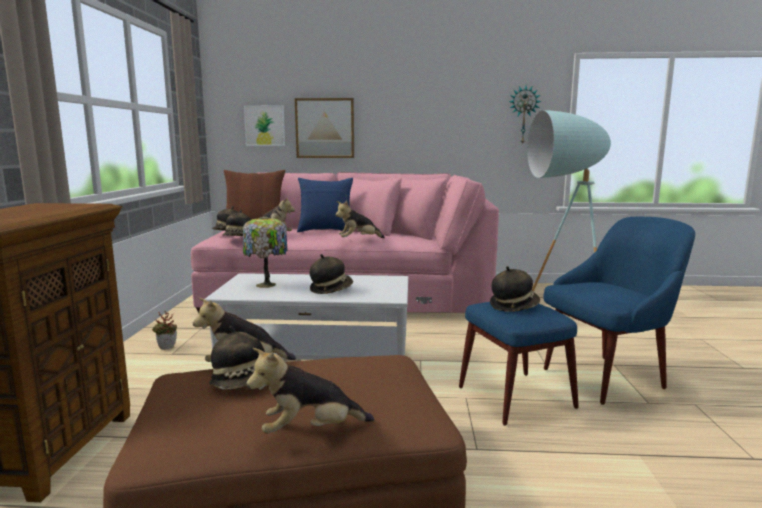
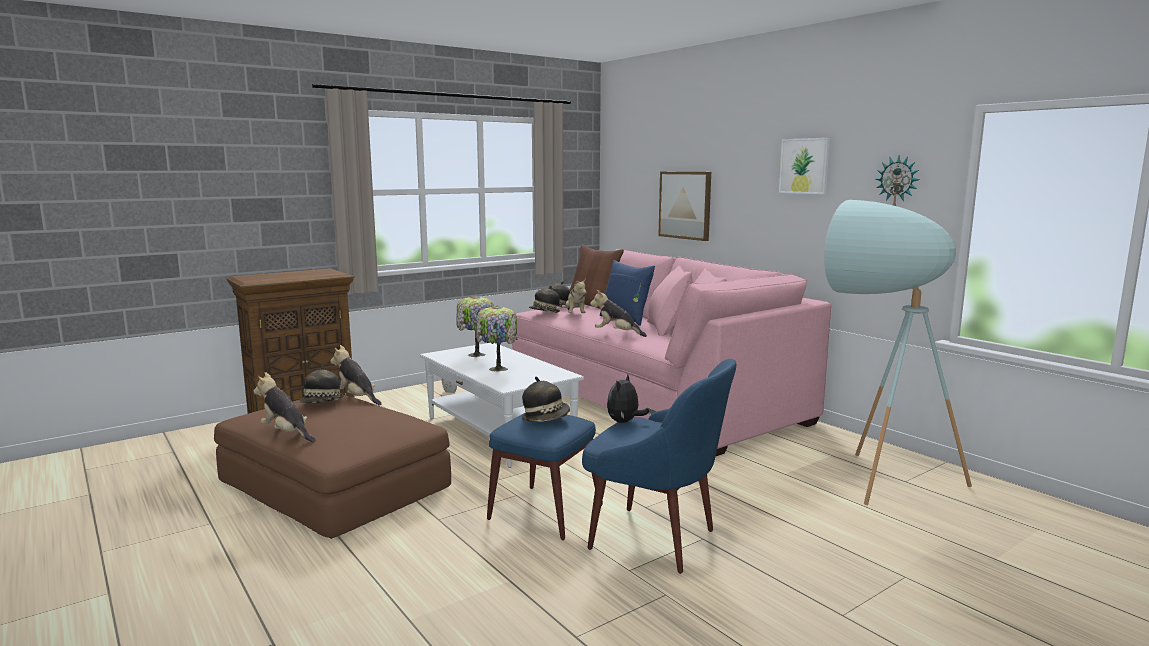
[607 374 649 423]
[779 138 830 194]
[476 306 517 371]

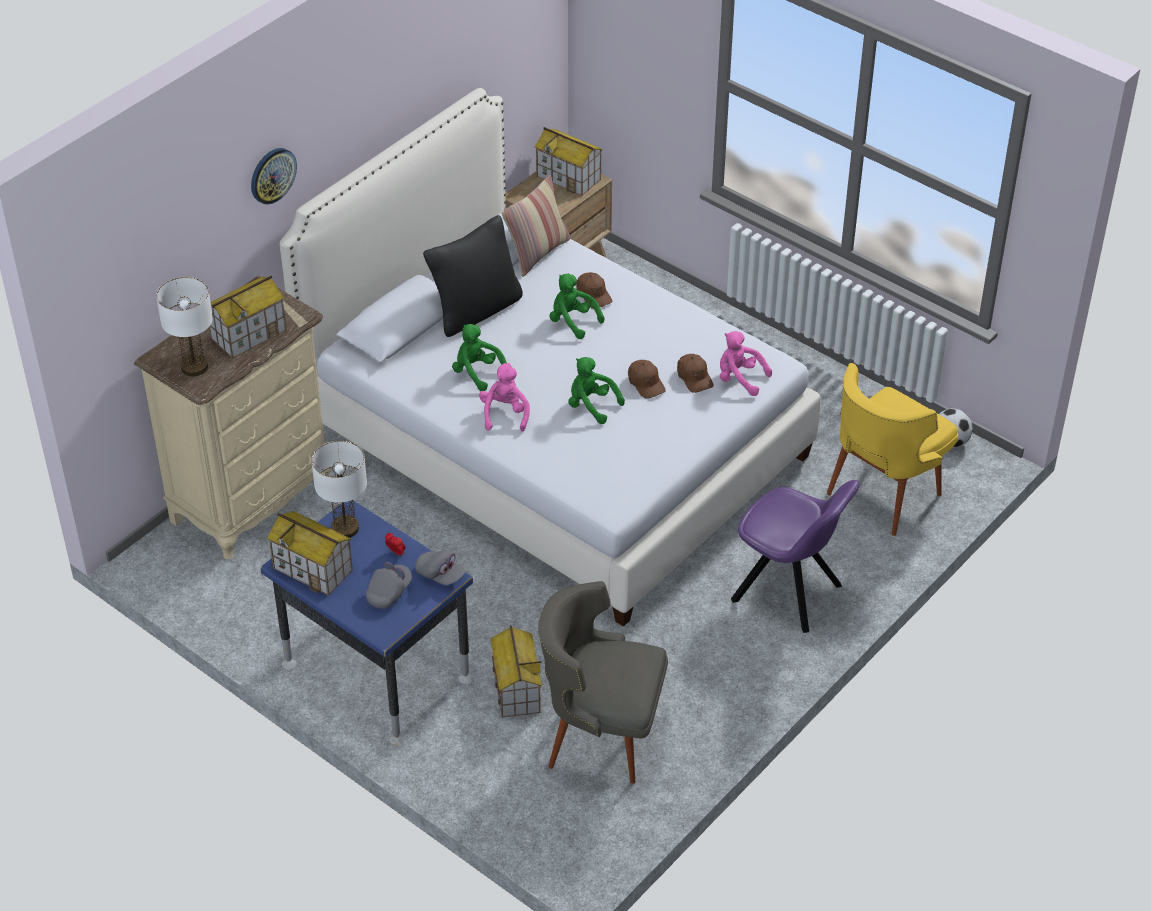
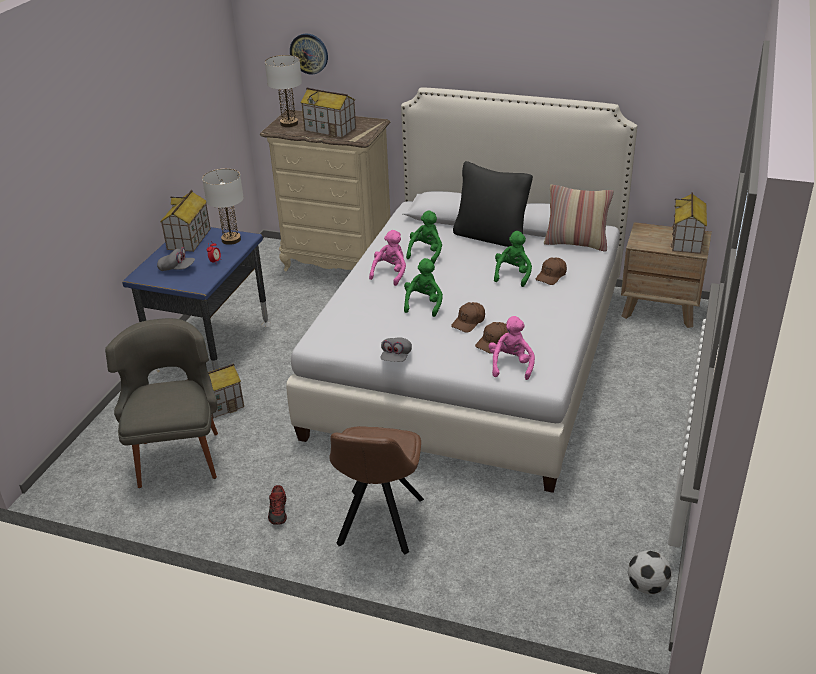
[827 363 958 536] (first image)
[268 485 287 525]
[290 33 328 75]
[380 337 412 362]
[329 426 424 554]
[369 230 406 286]

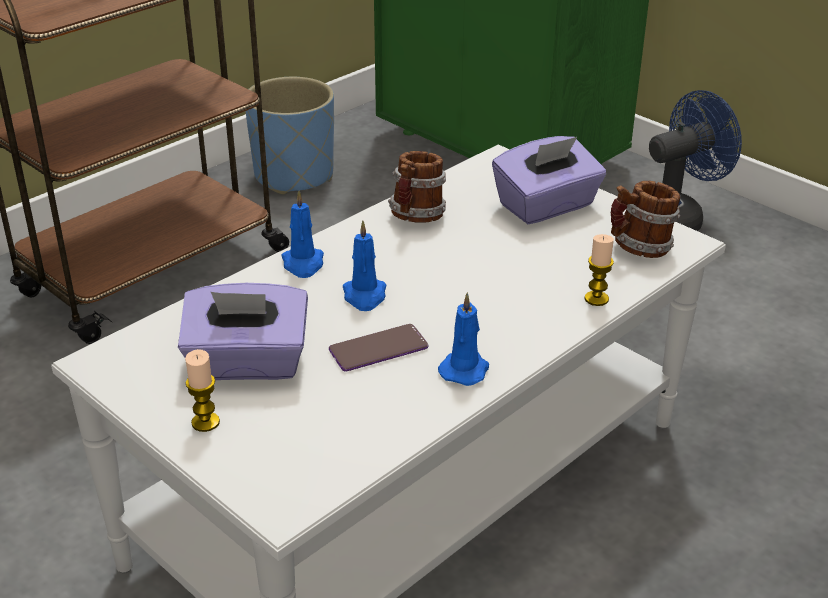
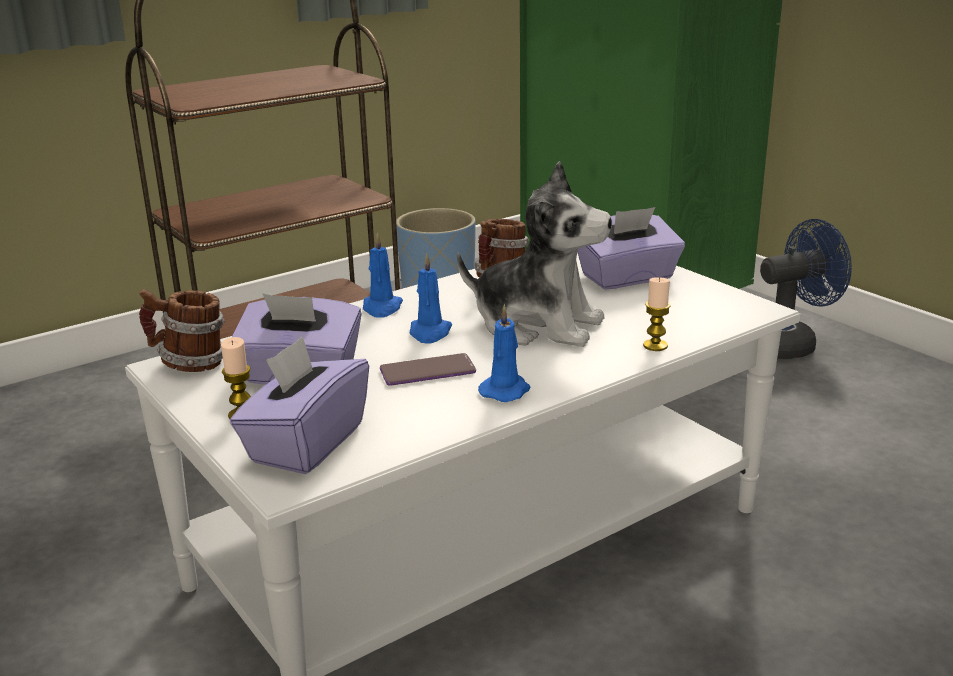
[230 336 369 474]
[457 161 612 347]
[139 289 225 372]

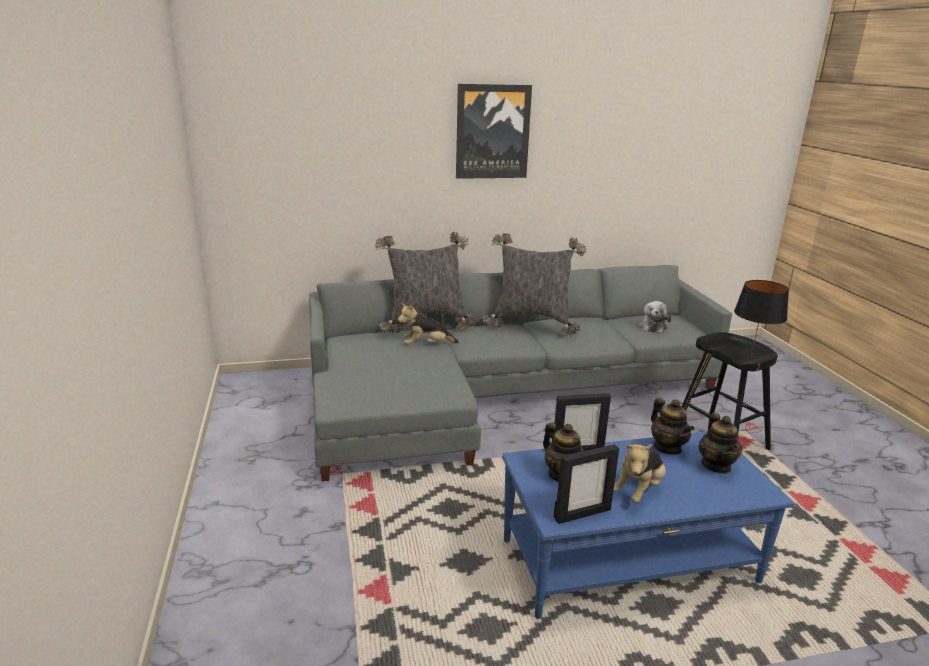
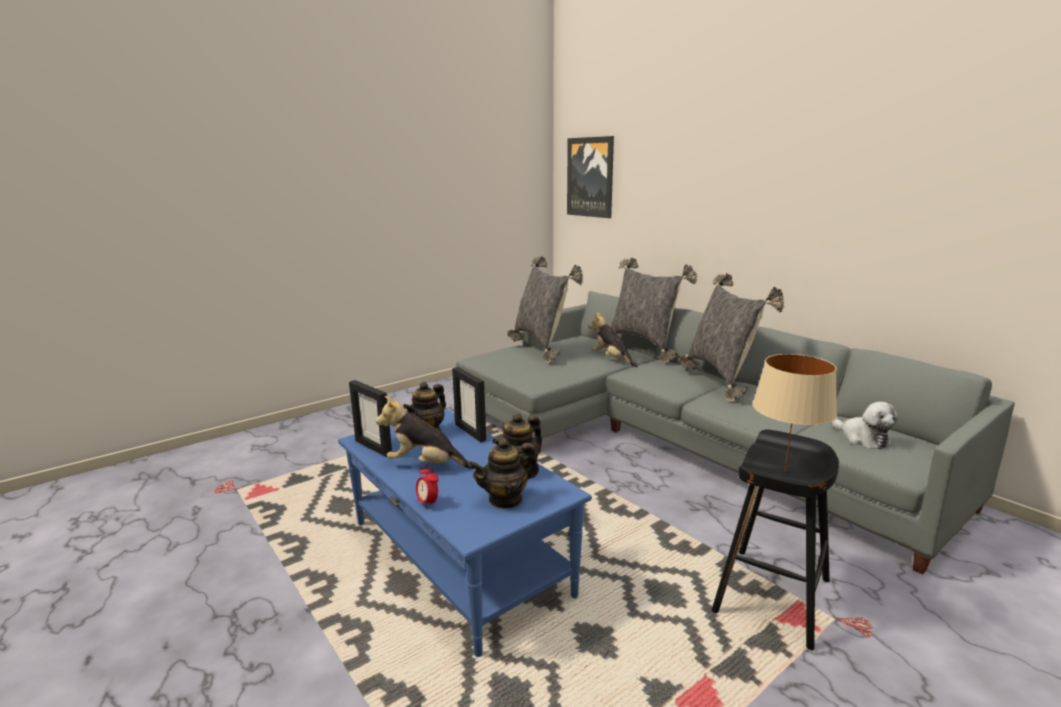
[416 464 439 509]
[507 256 583 363]
[567 136 614 218]
[753 354 837 471]
[831 402 898 449]

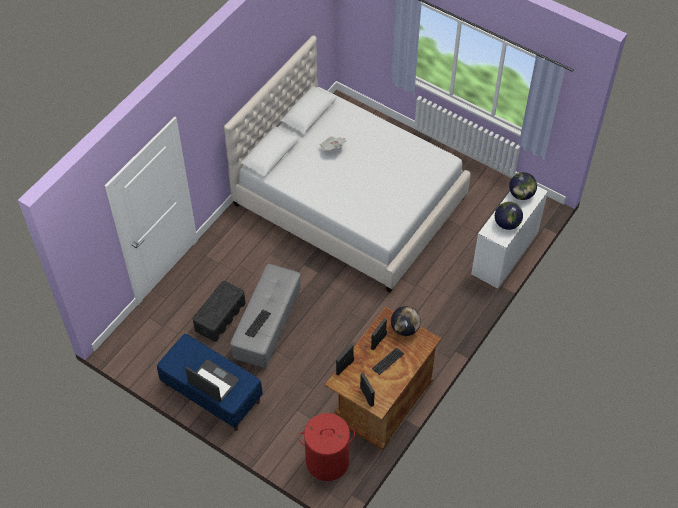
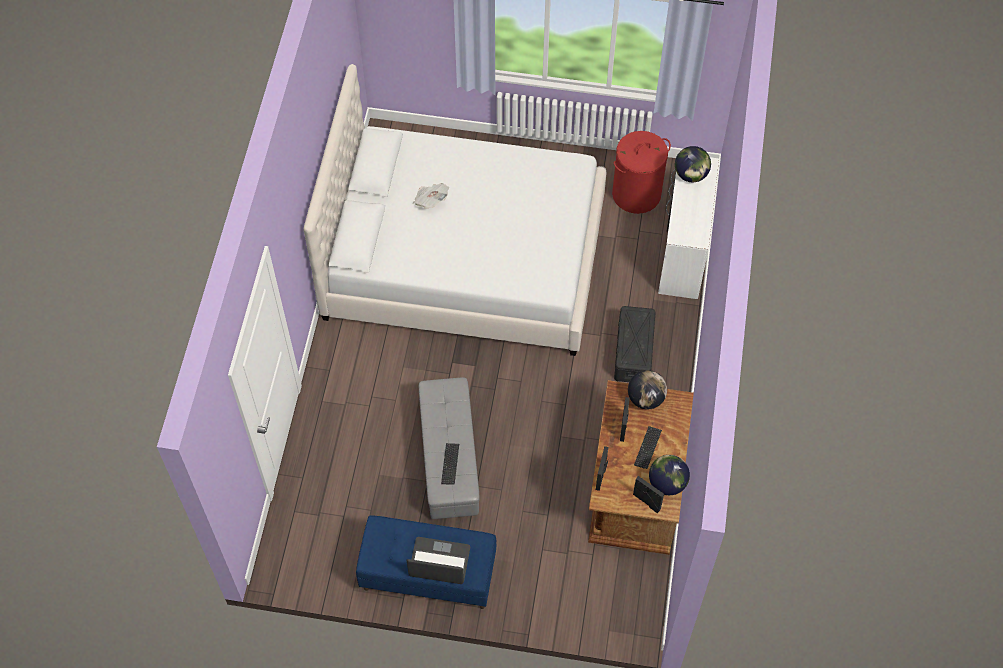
[614 306 655 382]
[612 131 671 214]
[649 455 690 495]

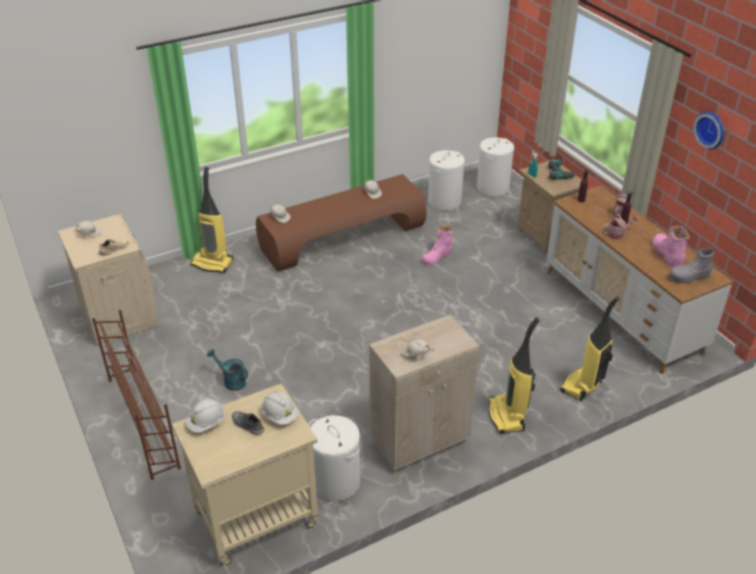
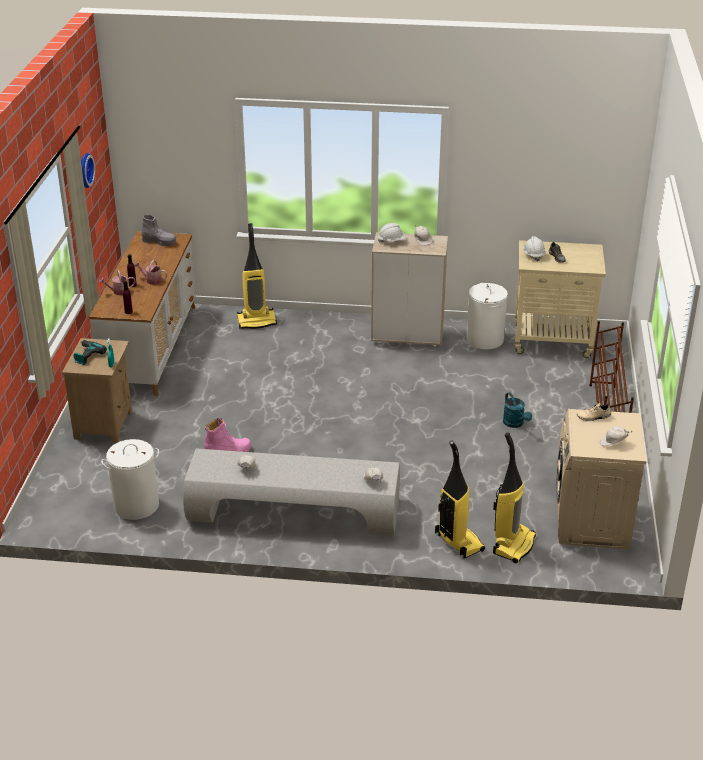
[477 137 514 196] (first image)
[652 226 690 267] (first image)
[378 223 406 243]
[493 432 536 563]
[183 448 400 536]

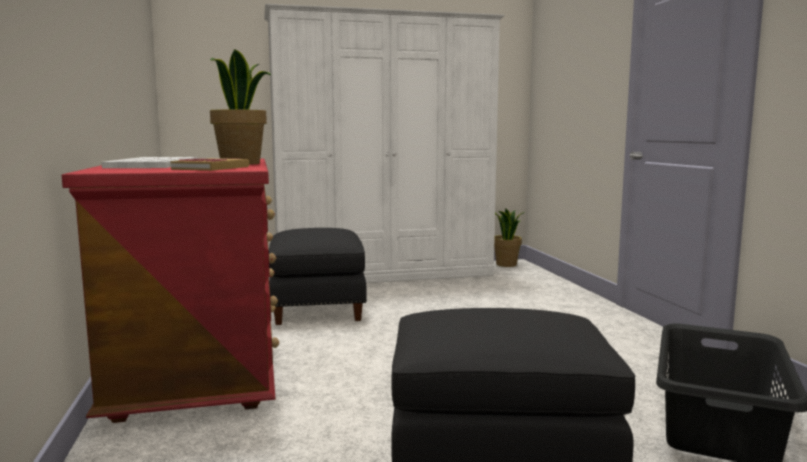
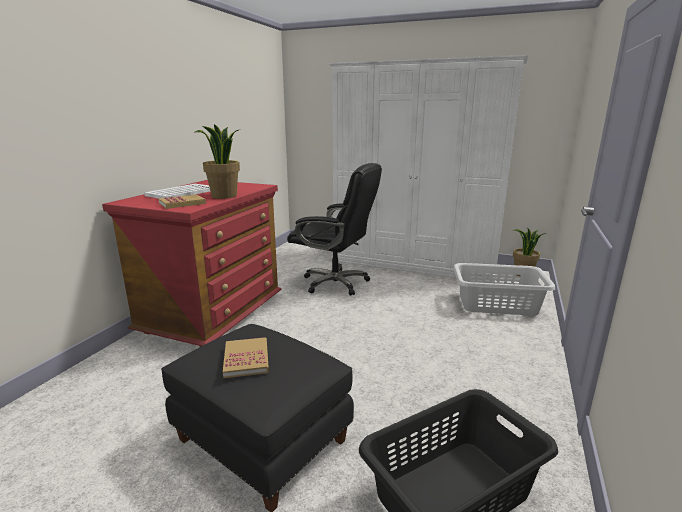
[223 337 269 378]
[453 263 555 316]
[287 163 382 296]

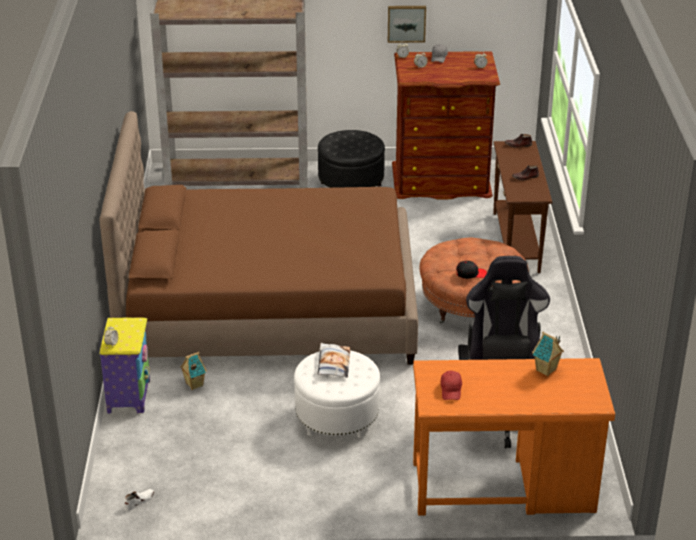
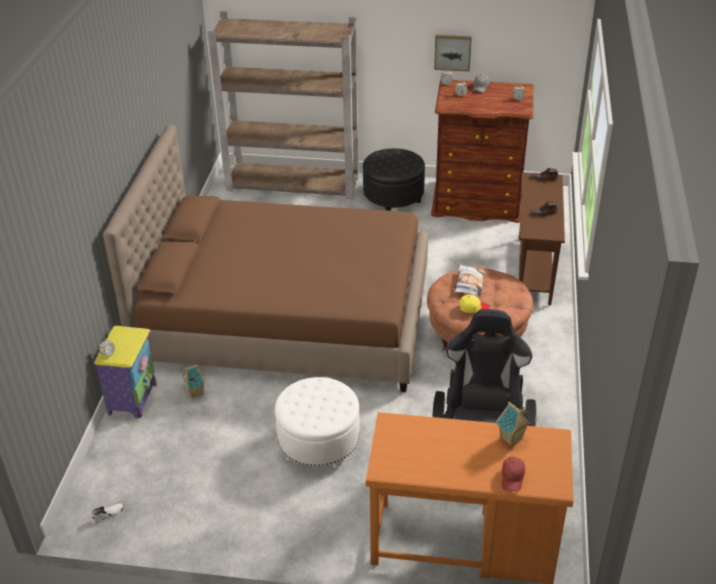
[454 265 485 297]
[502 456 525 491]
[459 295 490 313]

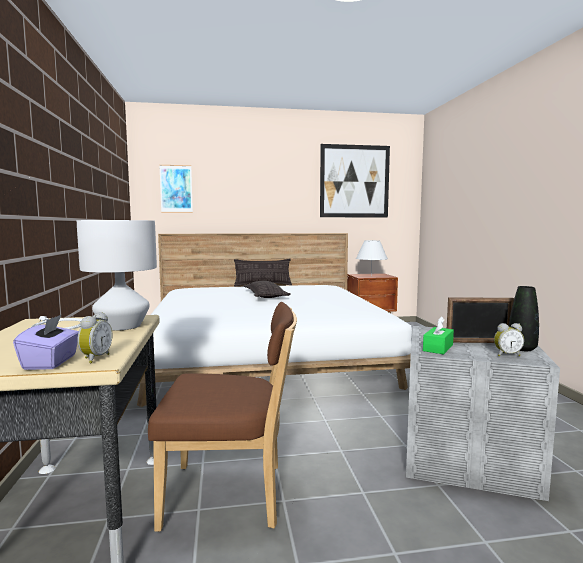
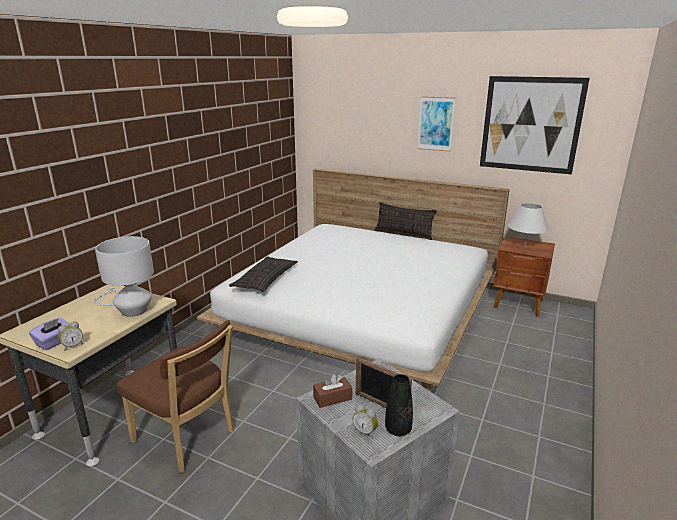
[418 96 455 152]
[229 256 298 292]
[313 374 352 408]

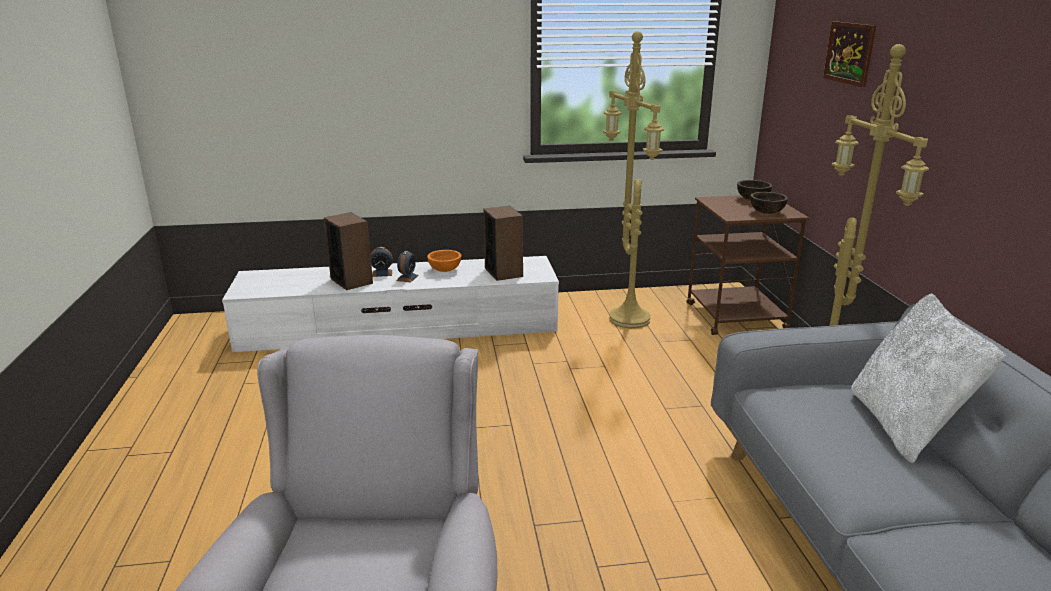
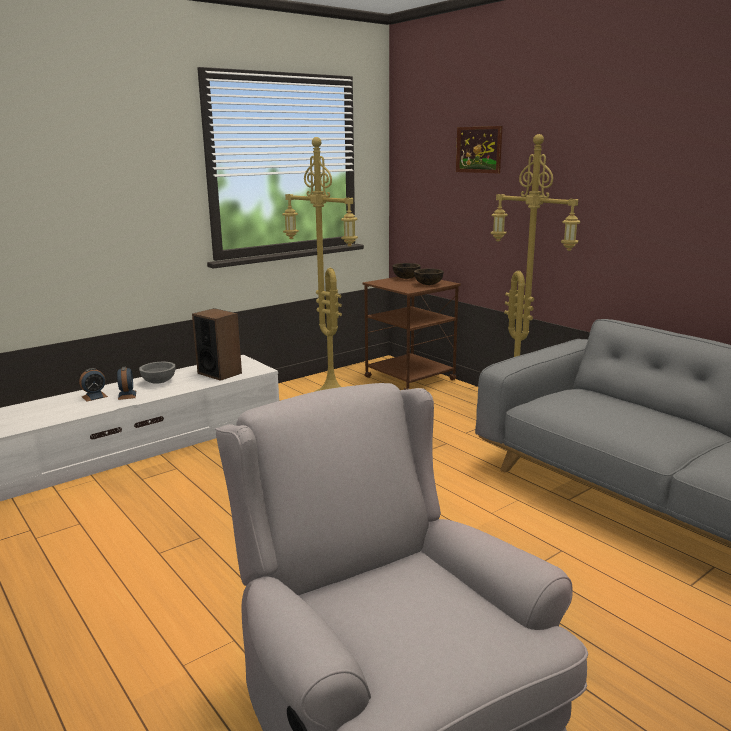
[324 212 373 290] (first image)
[852 293 1007 463] (first image)
[139 362 175 384]

